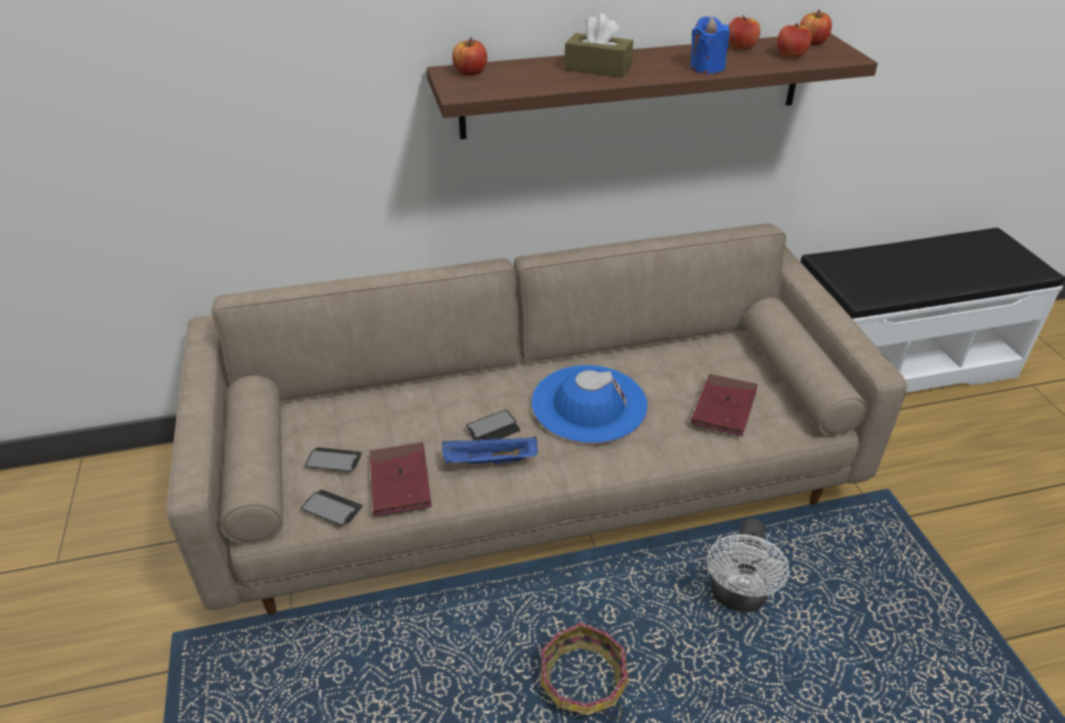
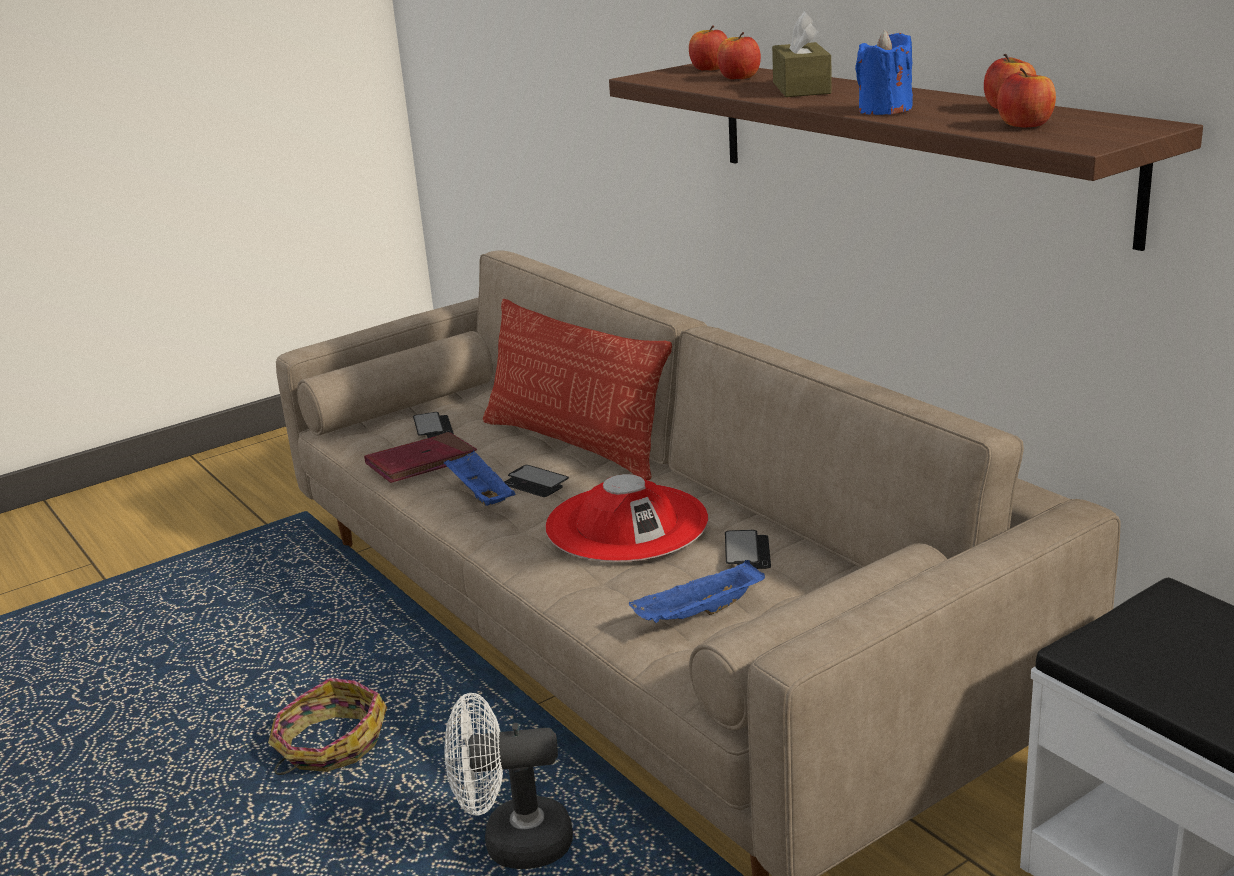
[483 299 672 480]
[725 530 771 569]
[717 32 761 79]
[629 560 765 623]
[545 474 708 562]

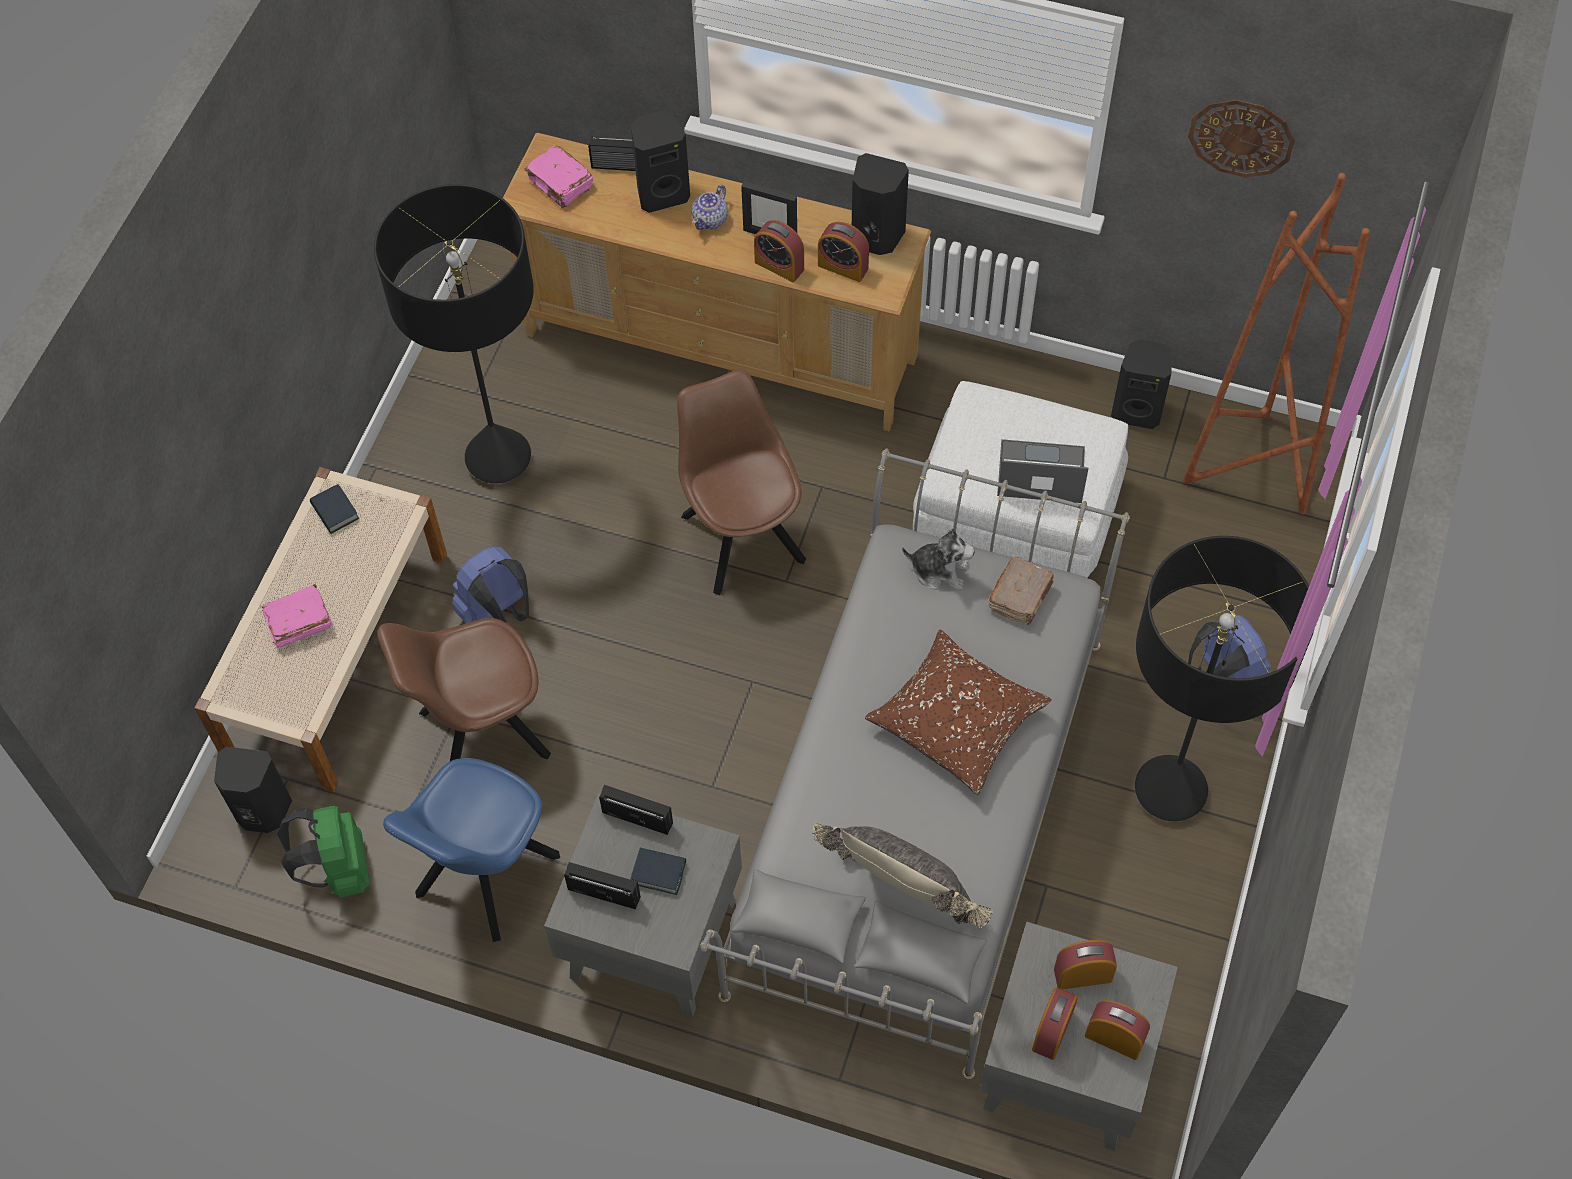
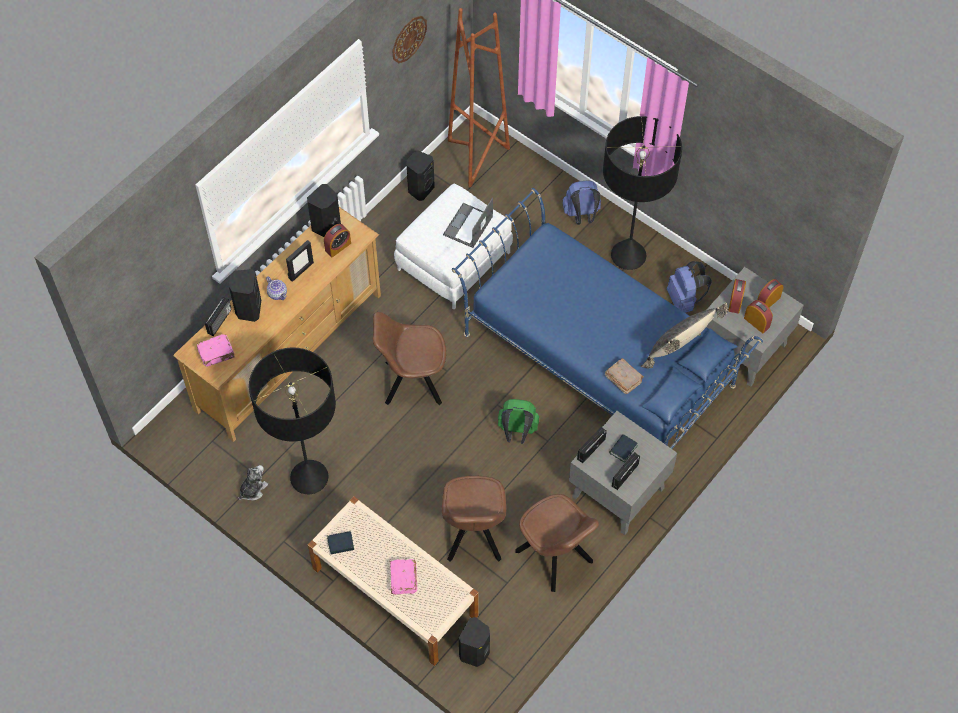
[754 220 804 282] (first image)
[865 630 1052 795] (first image)
[498 399 539 444]
[667 261 712 313]
[239 465 268 500]
[605 358 644 394]
[515 494 599 592]
[452 188 763 449]

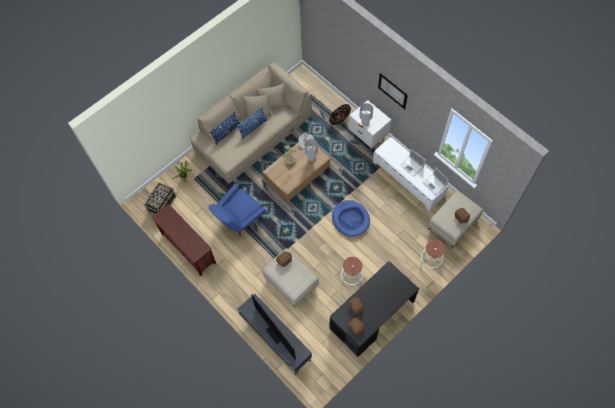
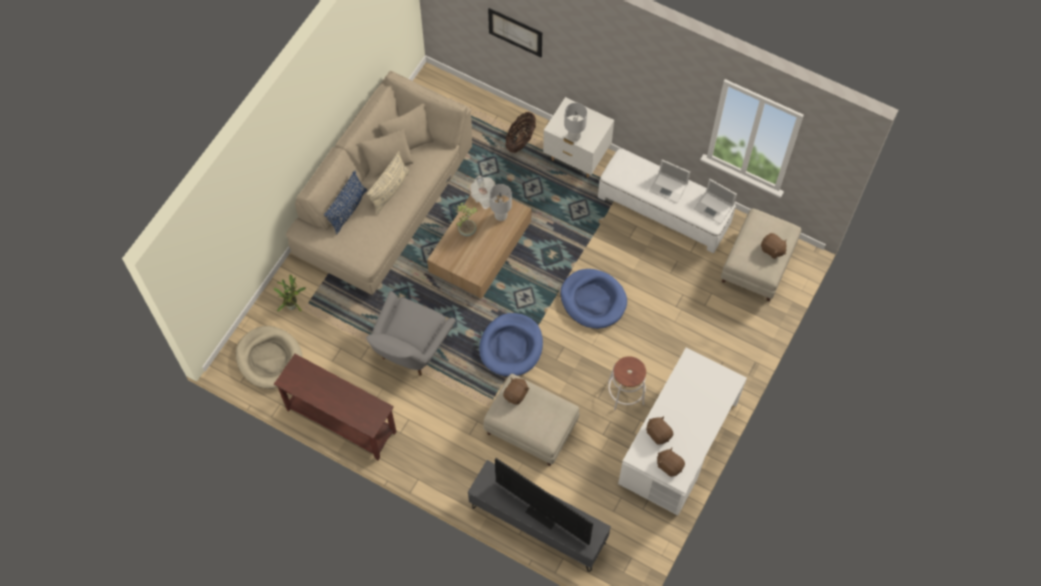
[420 239 445 272] (first image)
[479 313 543 377]
[488 8 542 57]
[236 326 303 389]
[366 291 456 376]
[366 151 410 214]
[618 347 747 515]

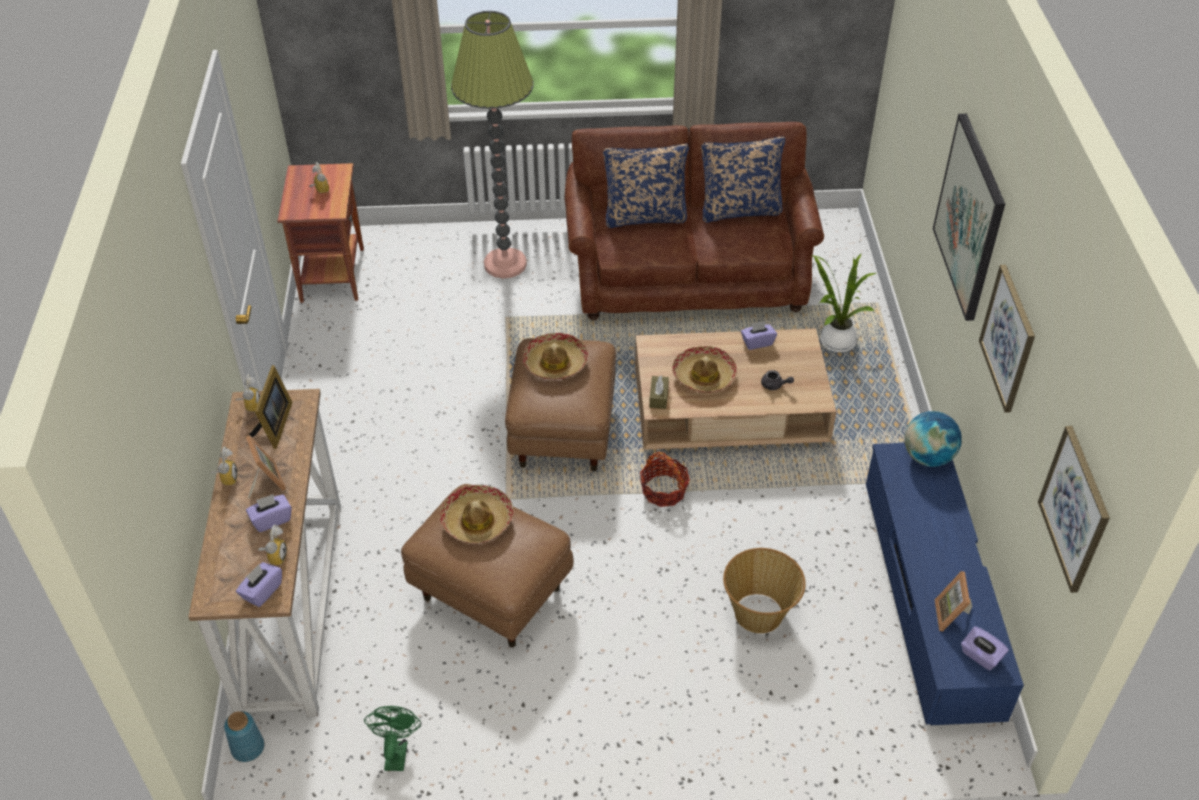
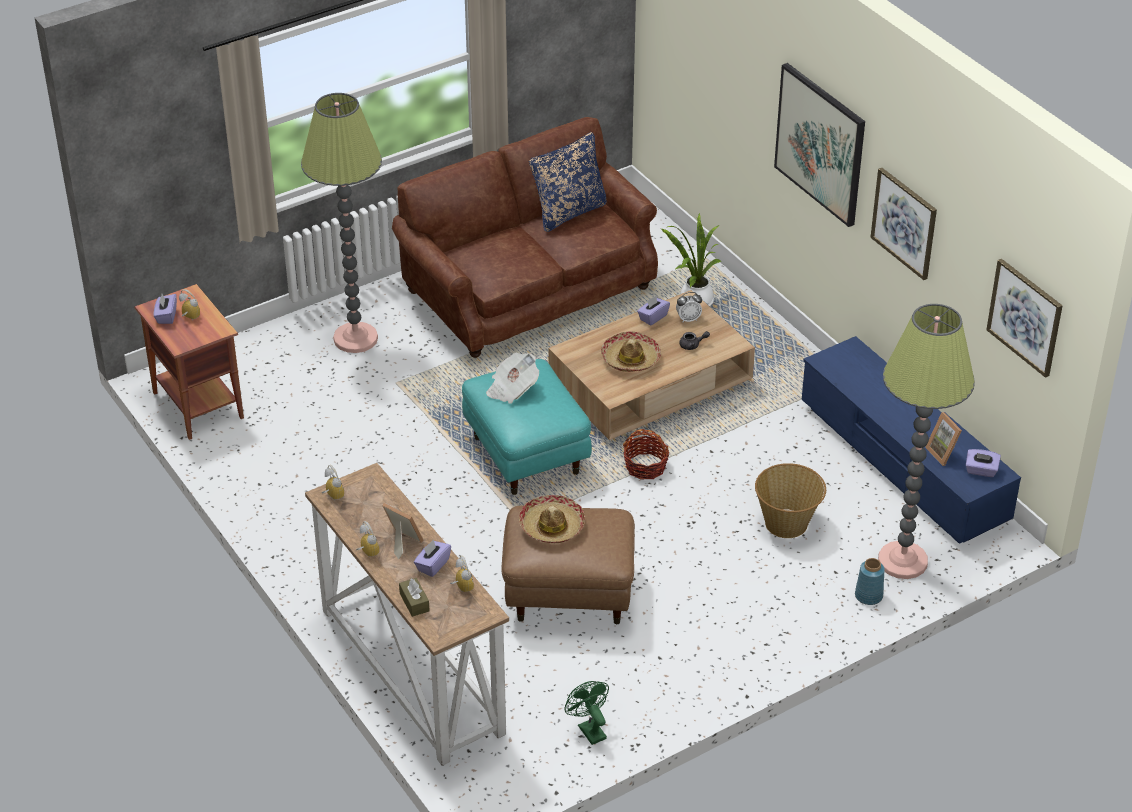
[248 365 293 449] (first image)
[603 144 689 228] (first image)
[904 411 962 467] (first image)
[676 292 702 323]
[878 304 975 579]
[855 558 885 605]
[154 294 177 324]
[399 578 430 617]
[486 353 539 403]
[462 359 592 495]

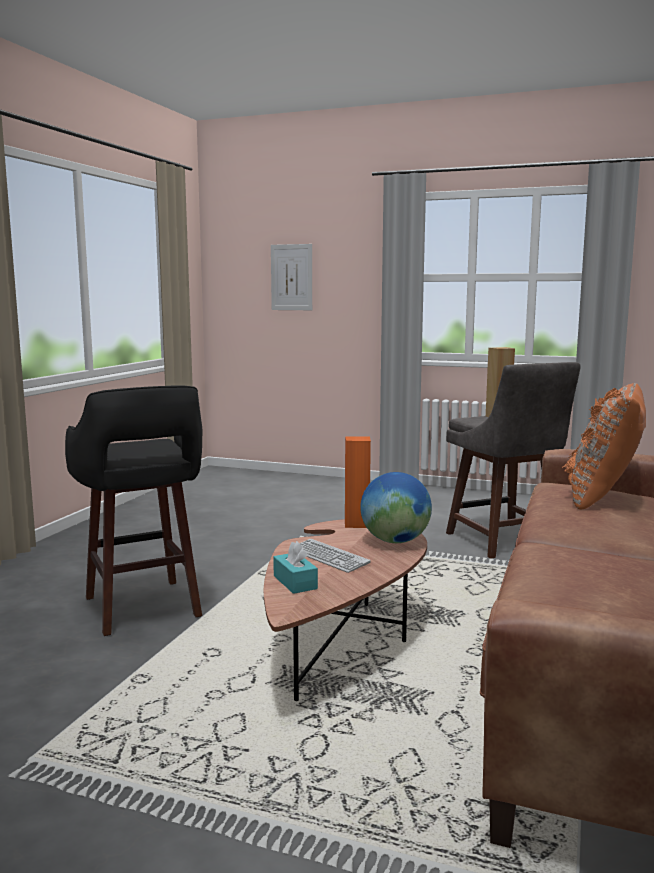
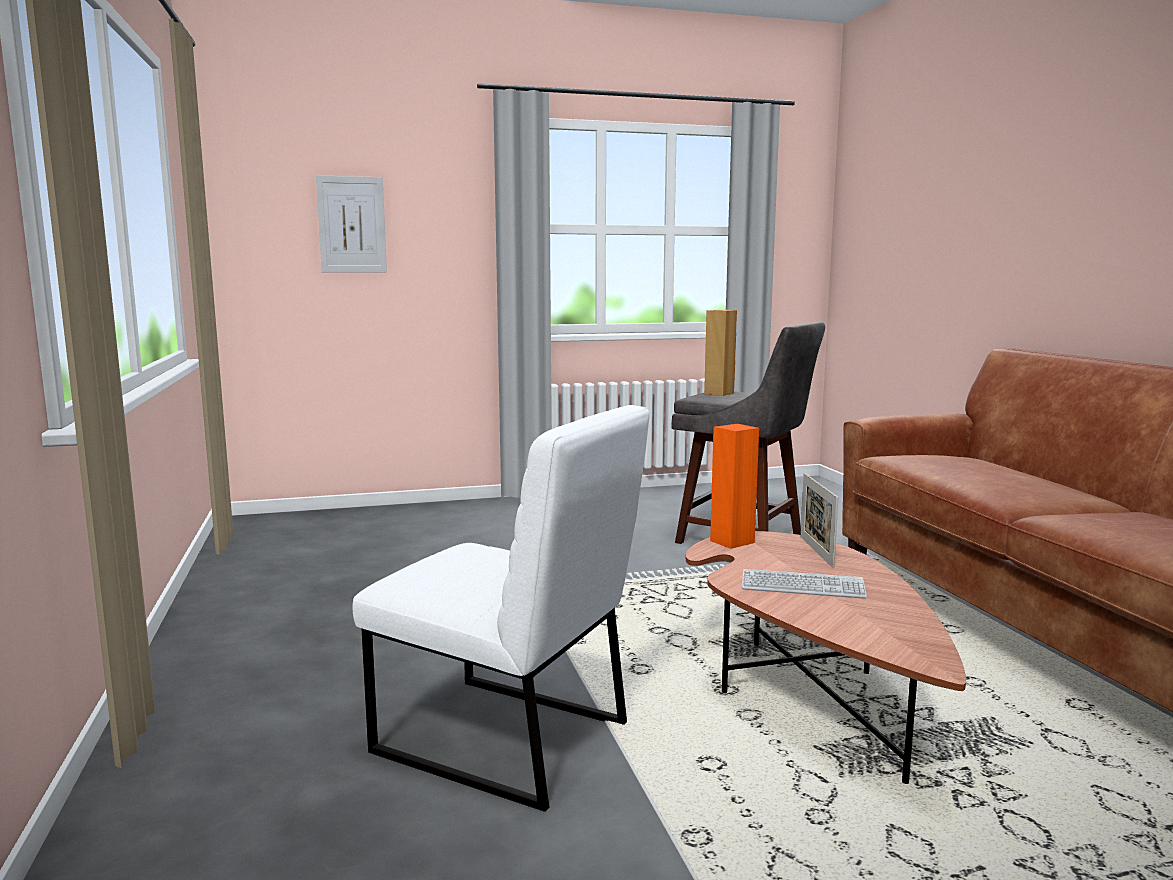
[273 541 318 594] (first image)
[562 383 646 509] (first image)
[353 405 649 812]
[800 473 838 568]

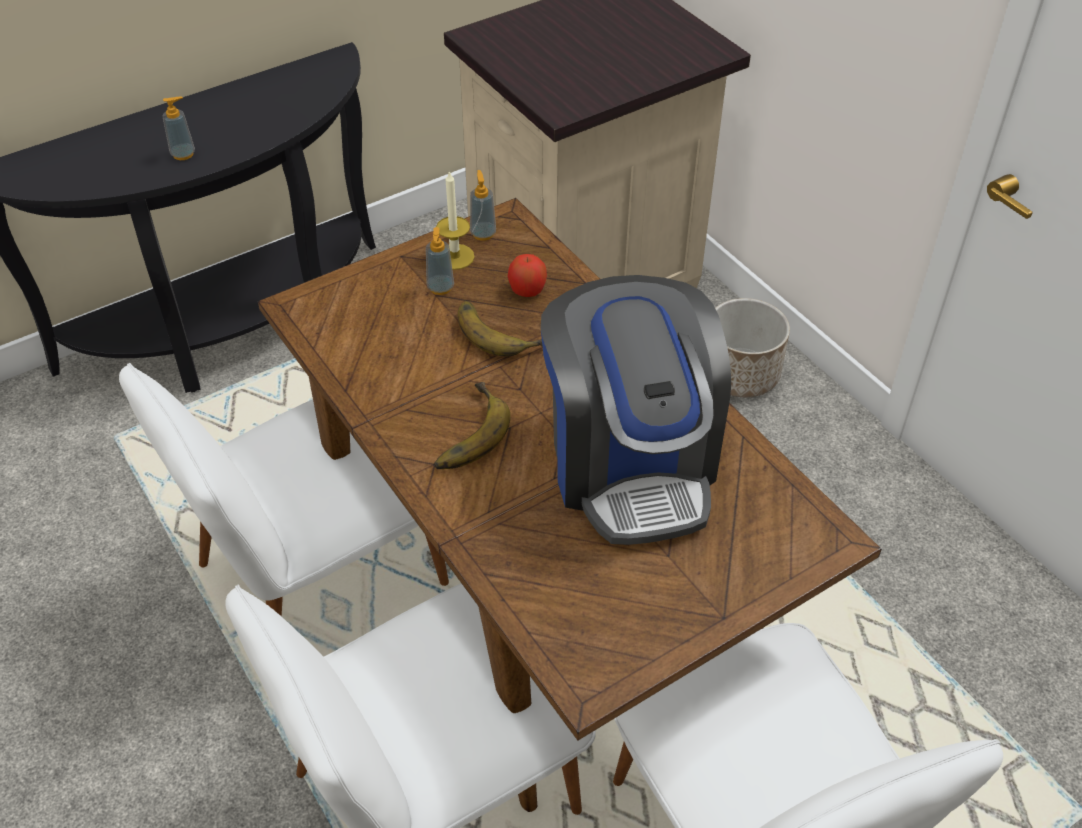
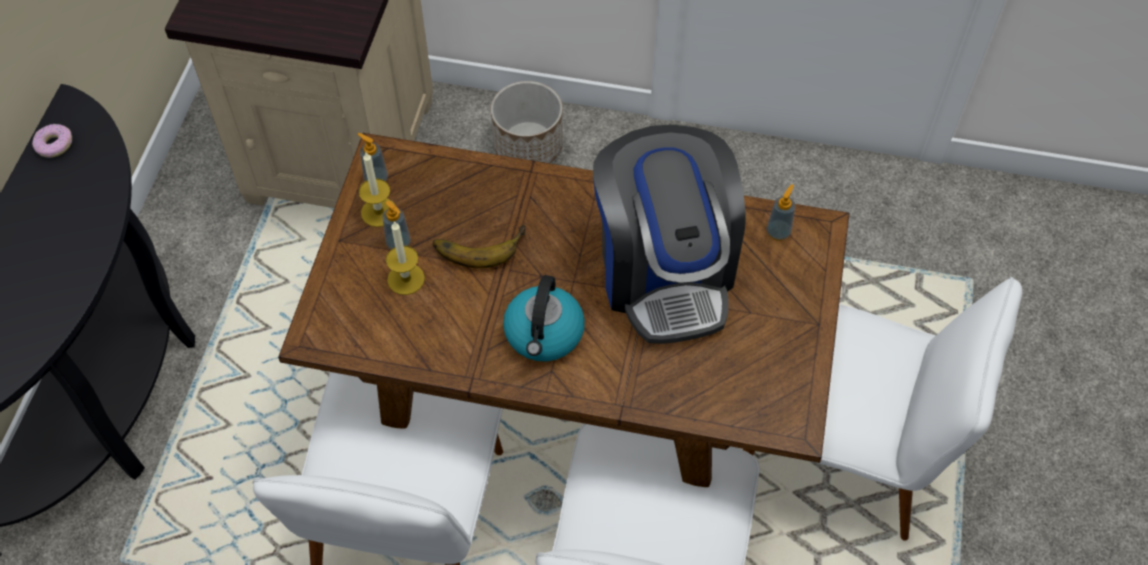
[507 254 547 297] (first image)
[32 124 72 158]
[386 221 425 295]
[766 184 795 241]
[503 275 585 362]
[593 124 746 344]

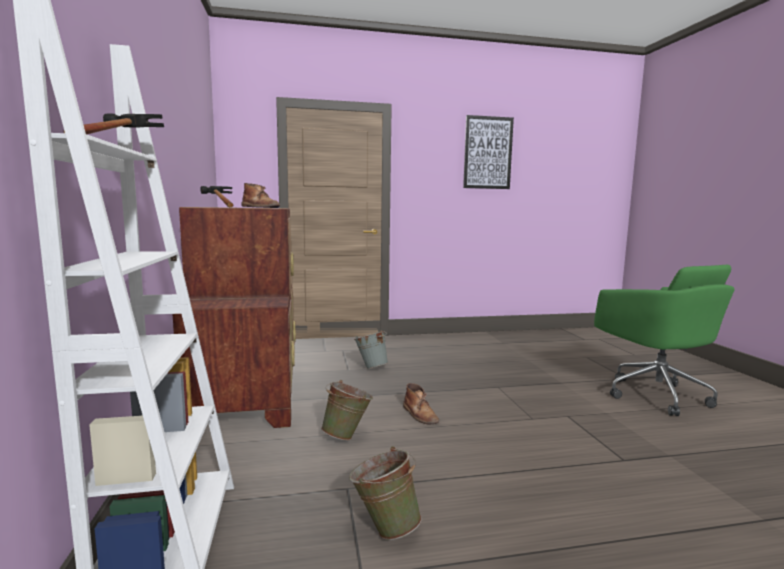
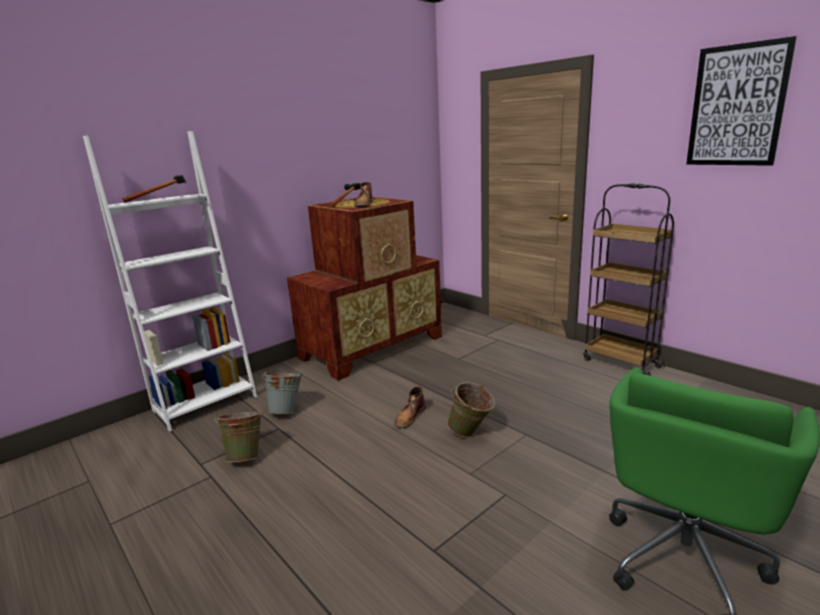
[583 183 674 376]
[447 382 495 437]
[262 371 302 414]

